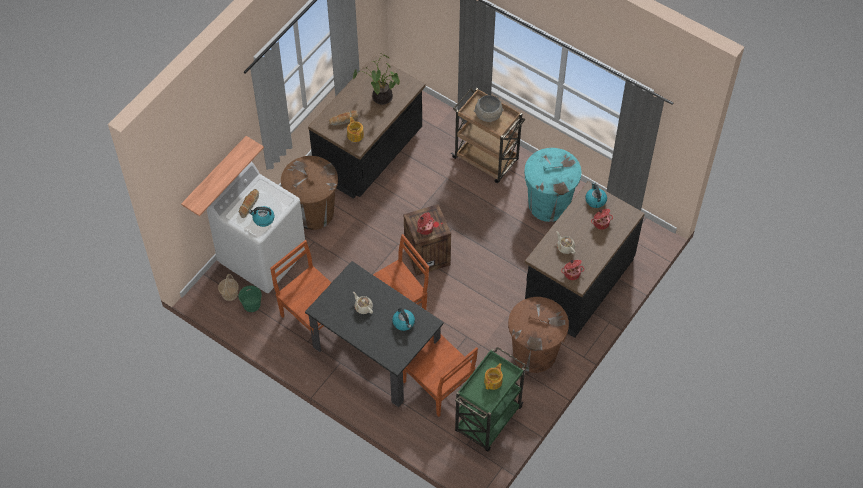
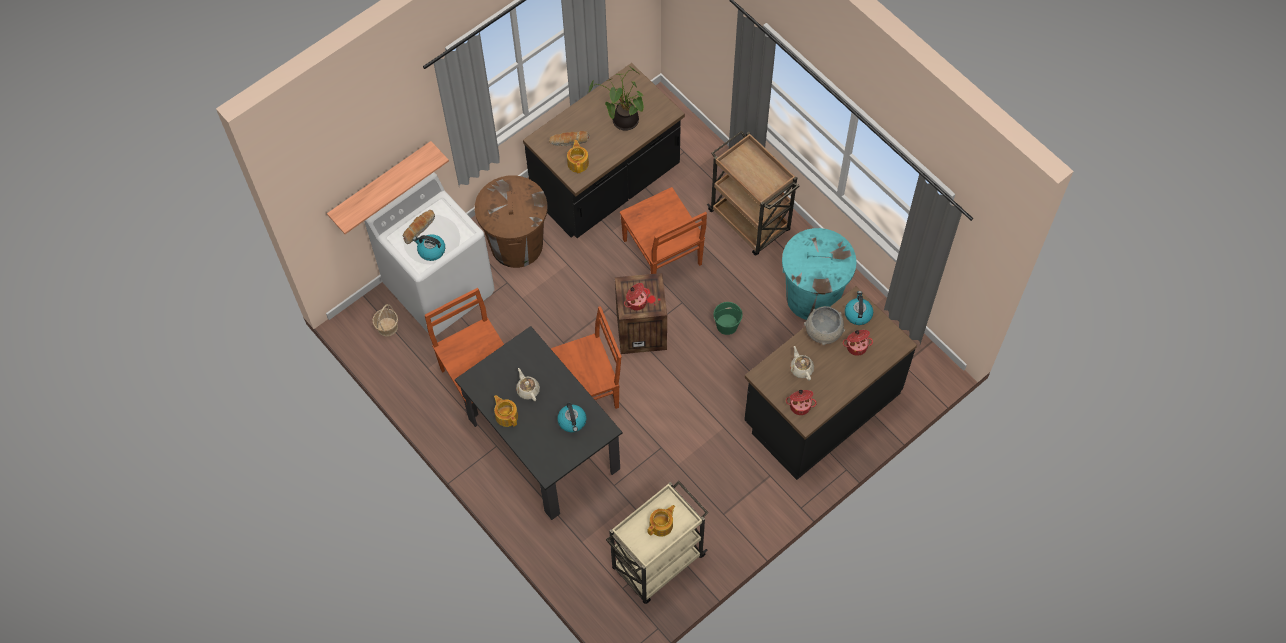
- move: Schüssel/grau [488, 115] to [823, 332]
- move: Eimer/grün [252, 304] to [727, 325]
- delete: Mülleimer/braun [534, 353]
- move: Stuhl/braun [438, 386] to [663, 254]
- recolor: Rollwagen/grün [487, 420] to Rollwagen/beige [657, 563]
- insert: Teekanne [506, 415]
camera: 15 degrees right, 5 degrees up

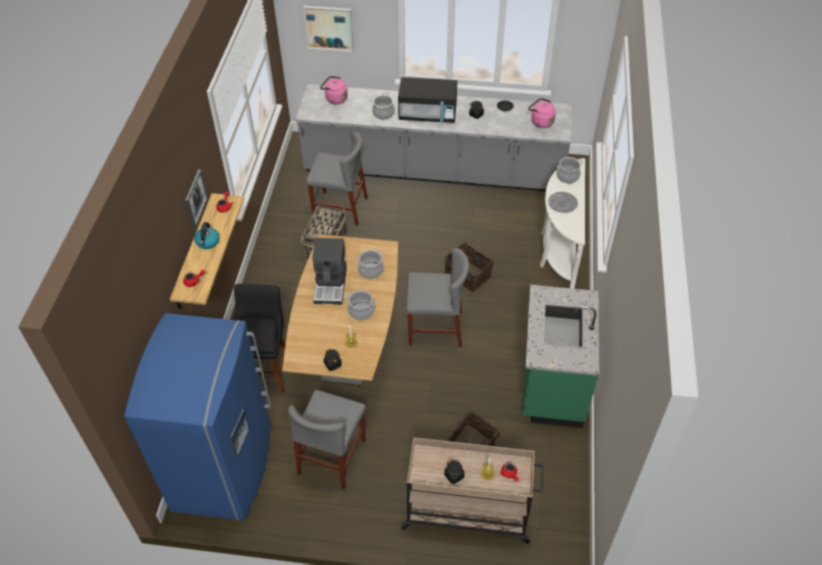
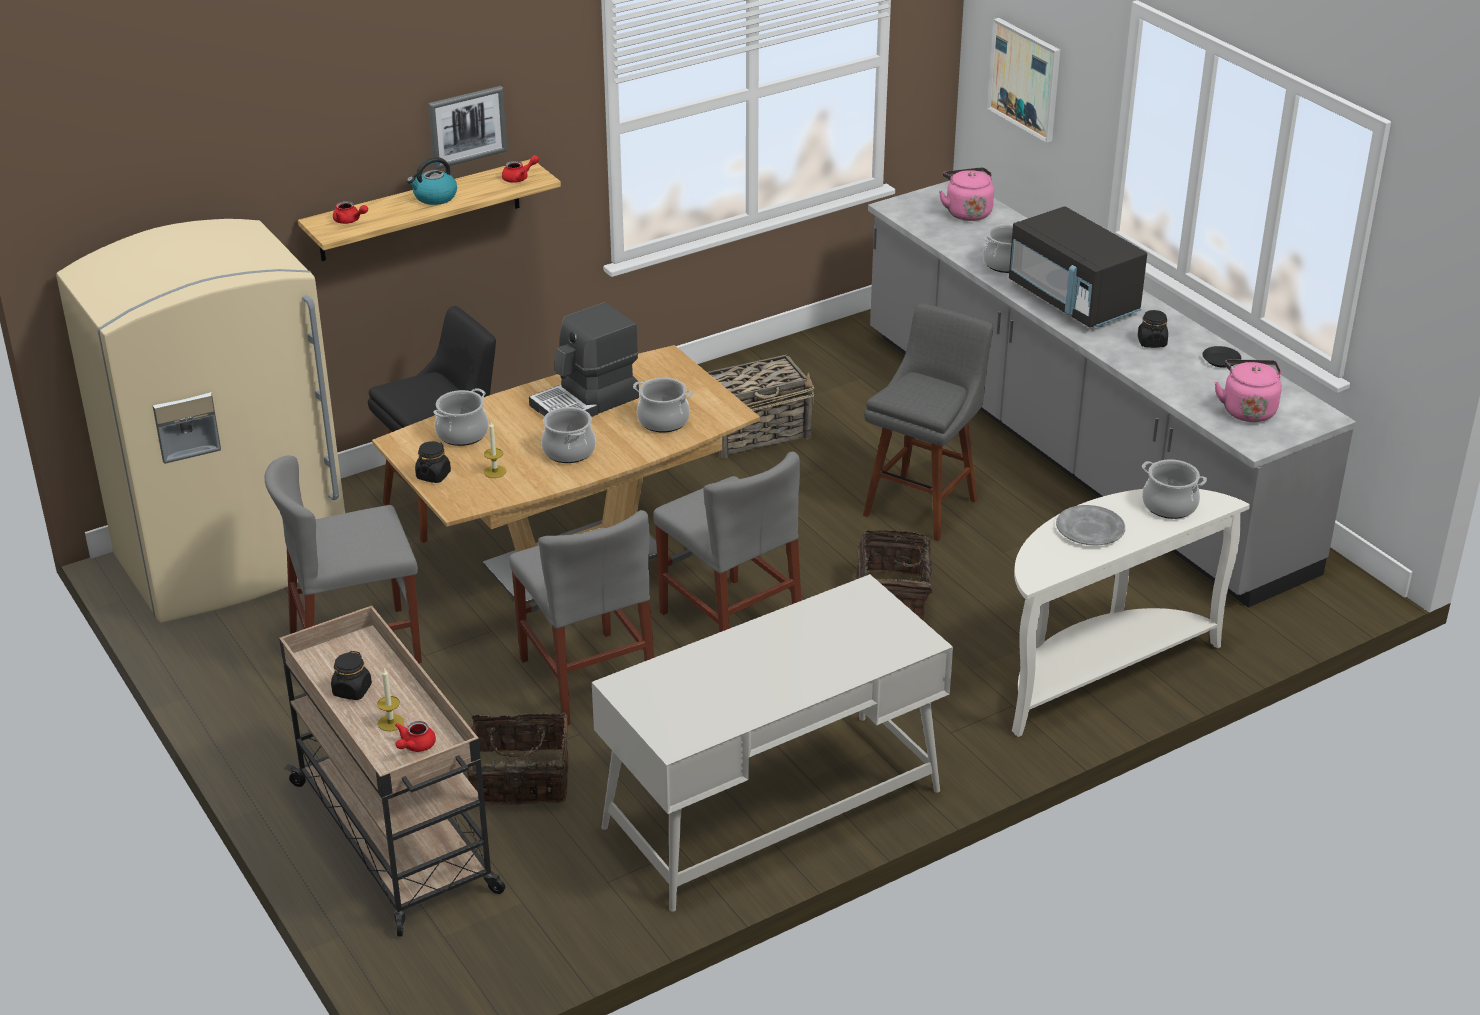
- move: Stuhl/grau [340, 208] to [587, 677]
- replace: Küchenzeile/grün [551, 384] to Schreibtisch/weiß [771, 808]
- recolor: Kühlschrank/blau [225, 467] to Kühlschrank/beige [235, 561]
- insert: Hocker/grau [923, 504]
- insert: Kochtopf [462, 434]
camera: 50 degrees right, 15 degrees down

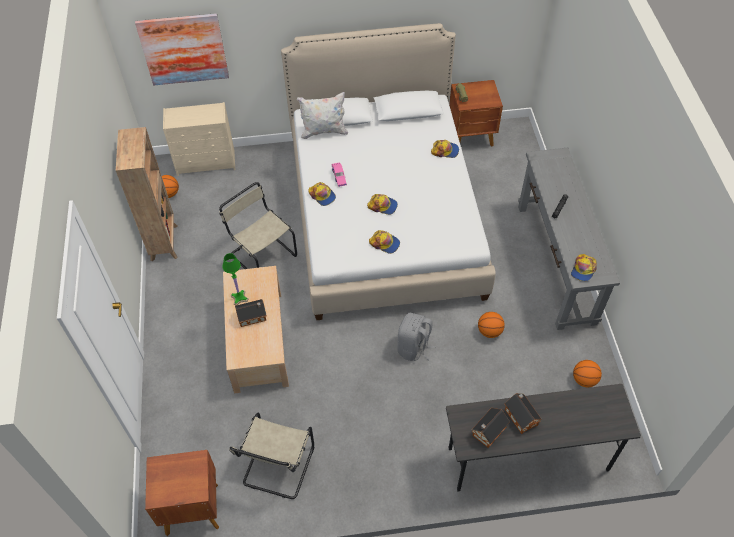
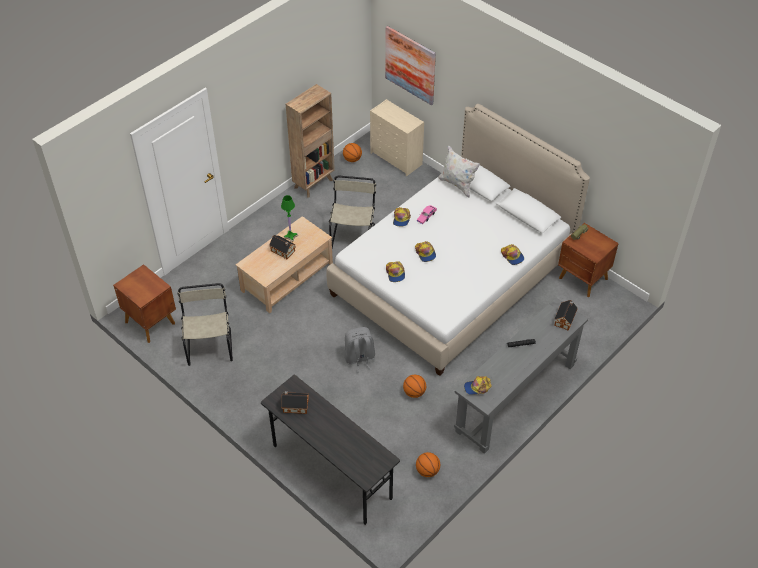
- move: Spielzeughaus [520, 416] to [565, 319]
- rotate: Stuhl/beige [277, 468] = [209, 344] 105 degrees clockwise
camera: 50 degrees right, 5 degrees down

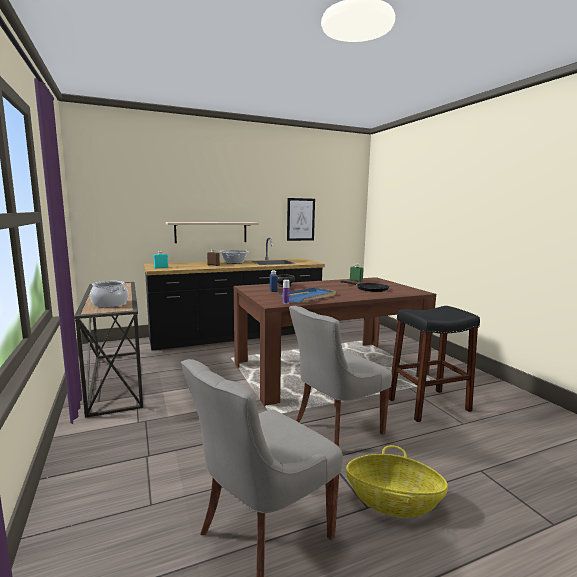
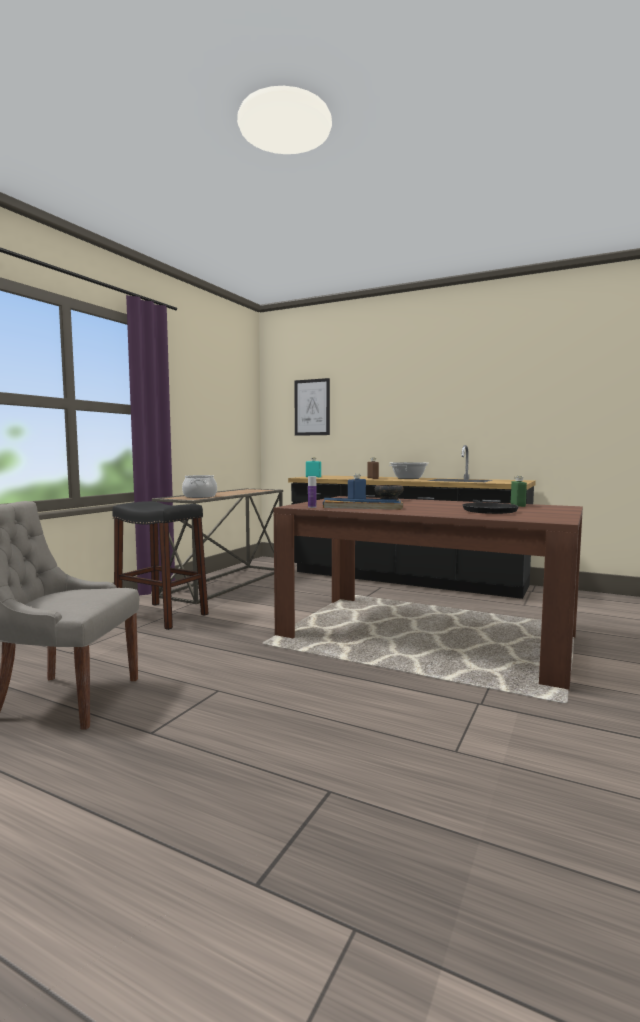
- move: Bild [300, 219] to [312, 407]
- delete: Wandregal [211, 232]
- delete: Stuhl/grau [335, 429]
- move: Hocker/schwarz [428, 405] to [161, 615]
- delete: Korb [393, 501]
camera: 50 degrees right, 5 degrees down

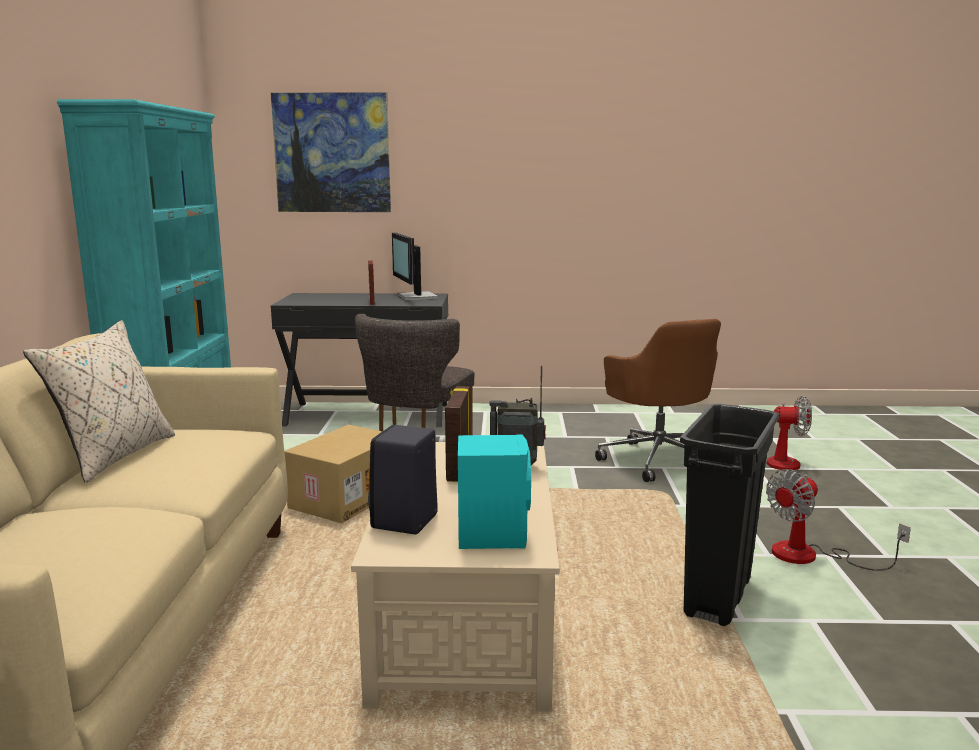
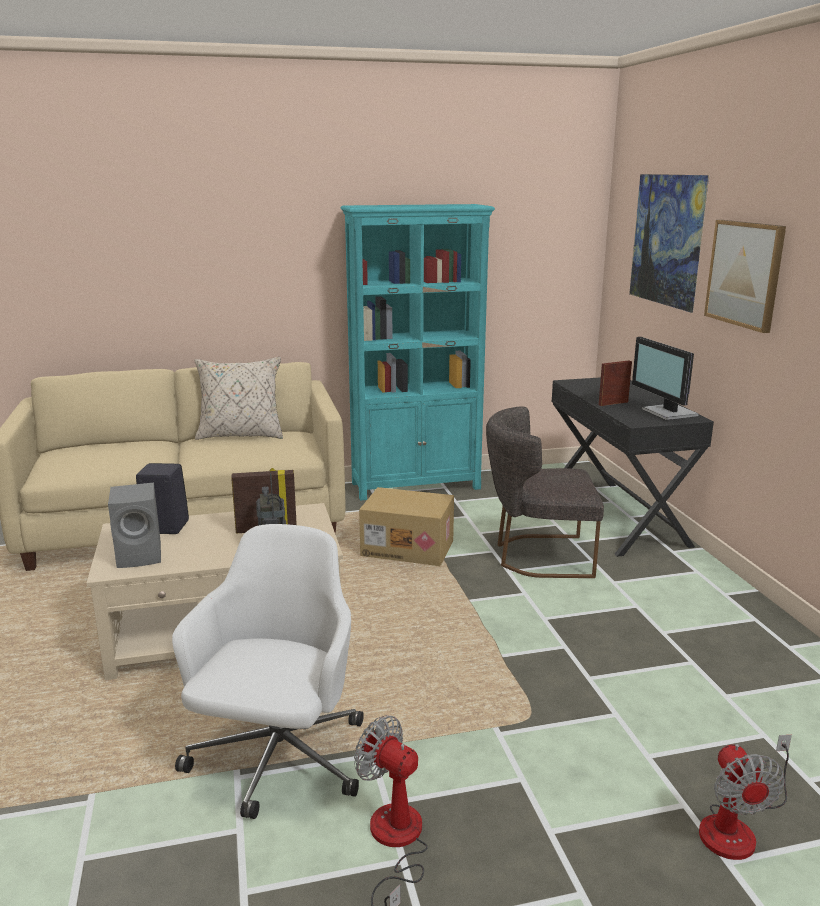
- rotate: Monitor [415, 297] = [668, 413] 75 degrees counterclockwise
- delete: Bürostuhl/braun [658, 459]
- replace: Mülleimer/schwarz [717, 597] to Bürostuhl/weiß [278, 761]
- recolor: Lautsprecher/türkis [492, 534] to Lautsprecher/grau [141, 555]
- insert: Bild [745, 274]
camera: 75 degrees right, 5 degrees up

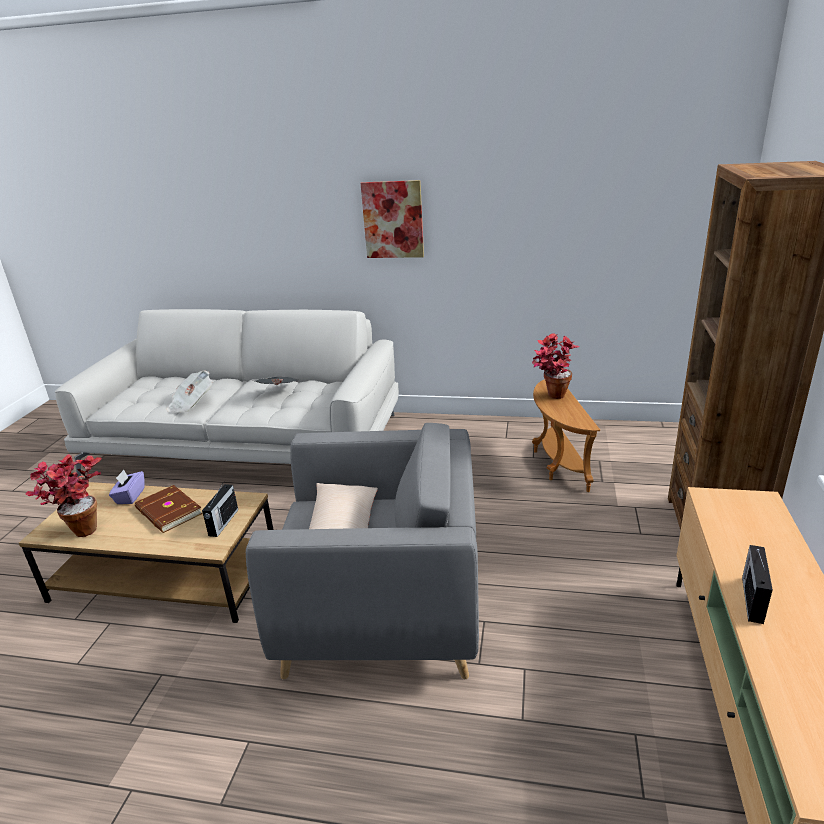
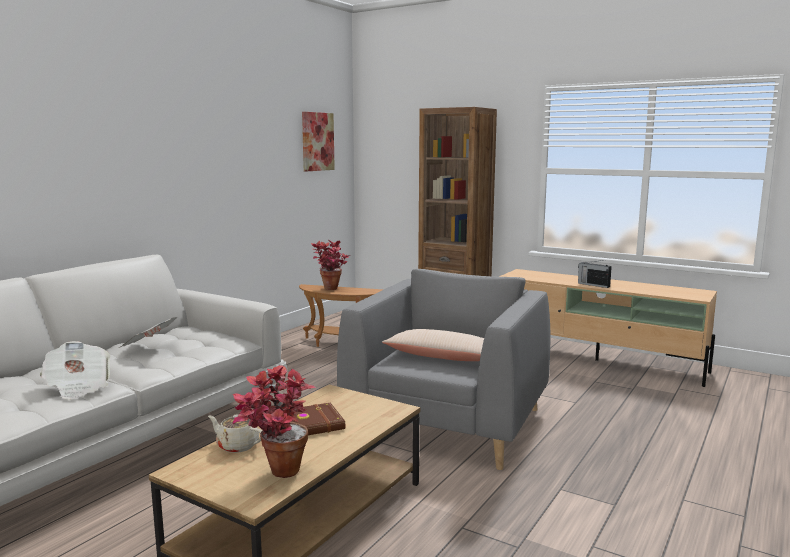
- move: Bild [393, 219] to [317, 141]
- replace: Taschentuchbox/lila [130, 496] to Teekanne/beige [237, 446]
- delete: Radio [223, 523]
camera: 70 degrees left, 15 degrees down

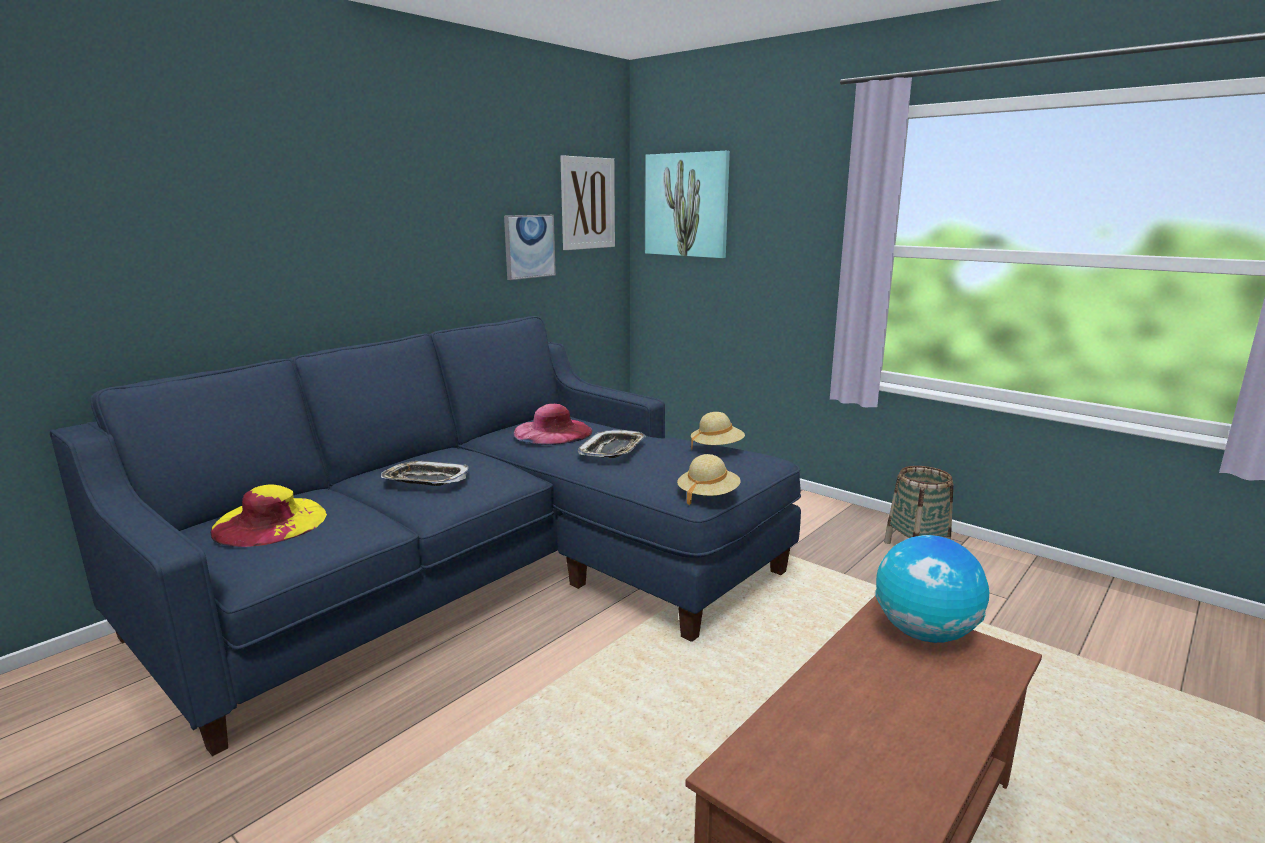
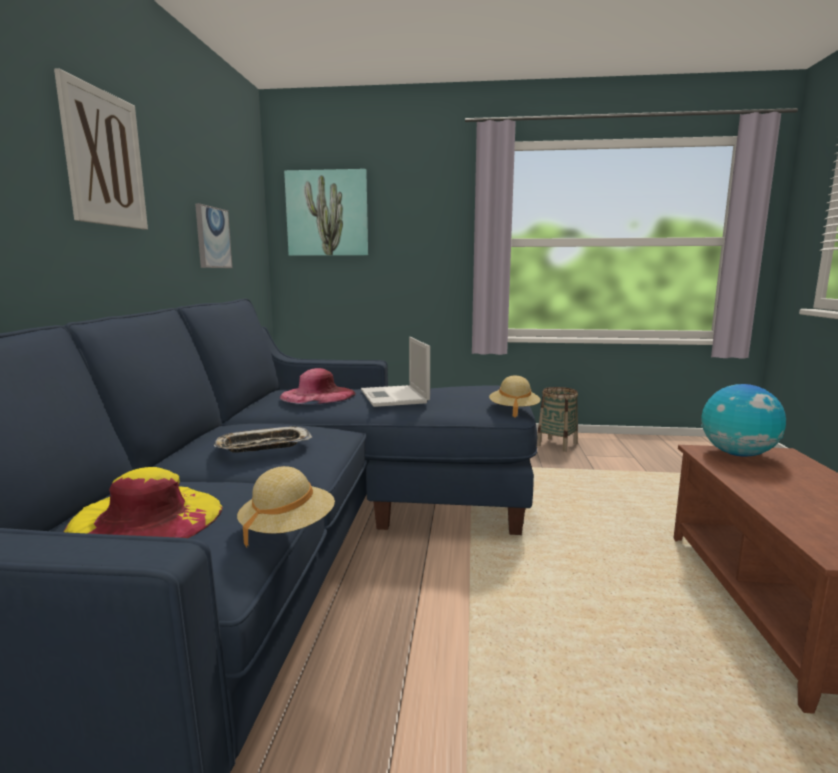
- move: Bild [587, 203] to [104, 159]
- move: Hut/beige [717, 448] to [288, 529]
- replace: Tablett [613, 450] to Laptop [394, 397]
camera: 35 degrees left, 5 degrees down

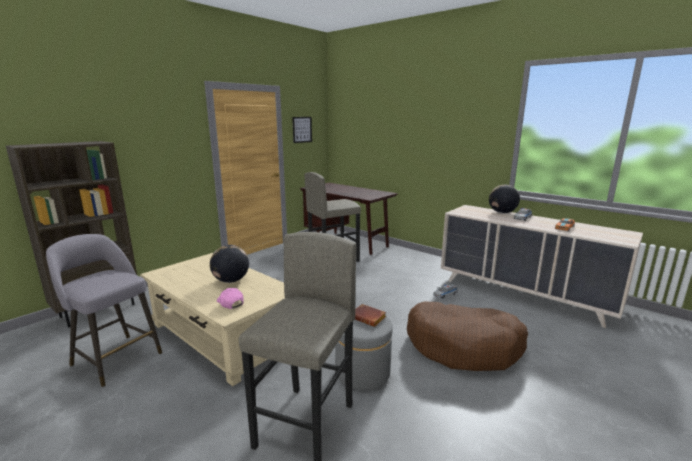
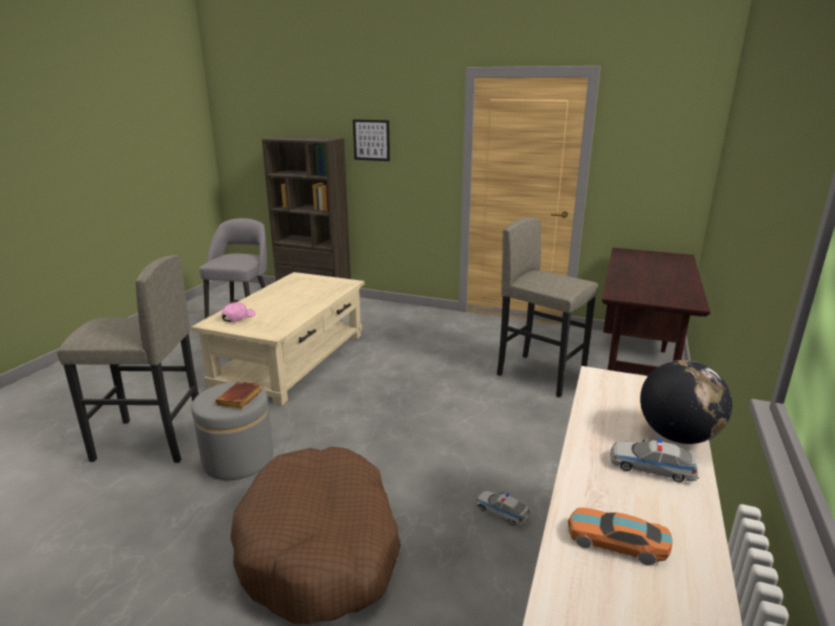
- move: Bild [302, 129] to [371, 140]
- delete: Globus [231, 280]
camera: 70 degrees right, 5 degrees up

